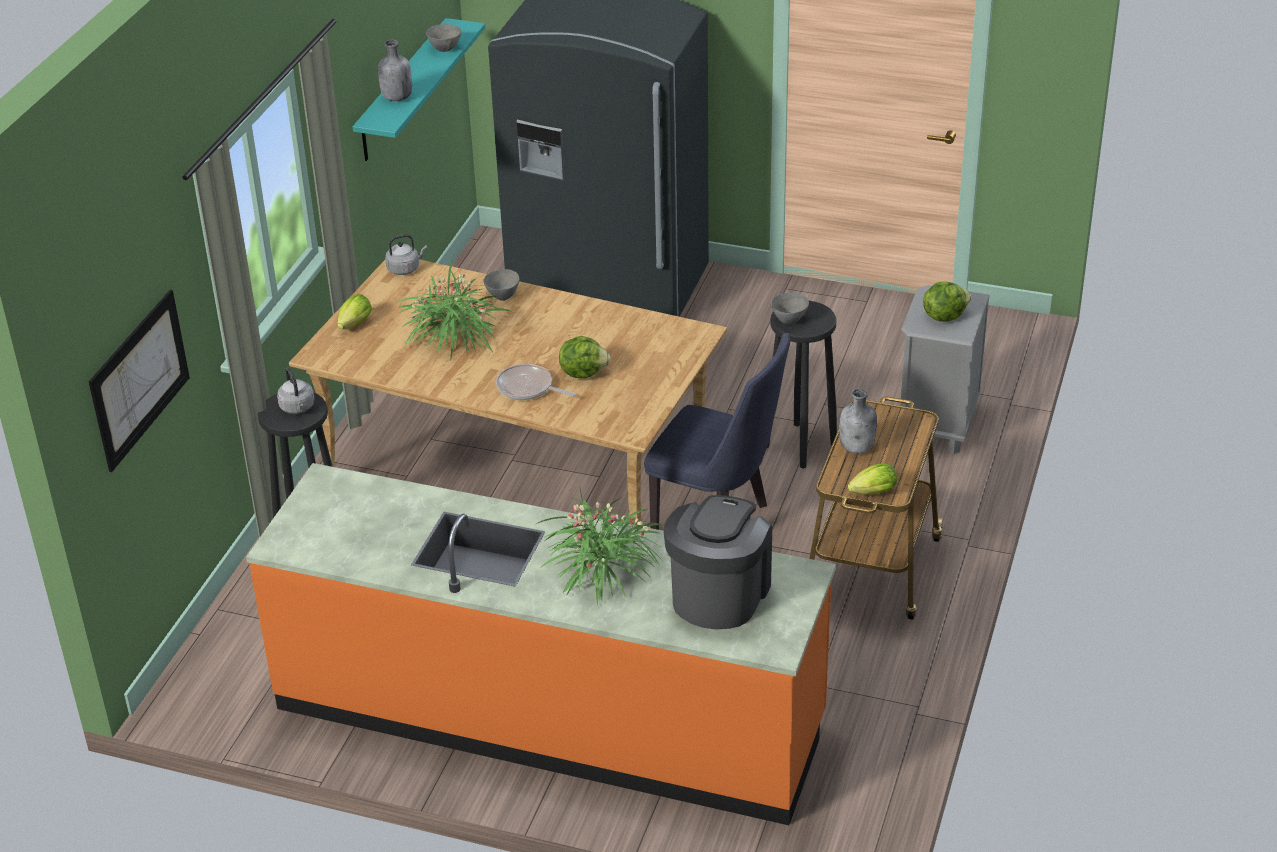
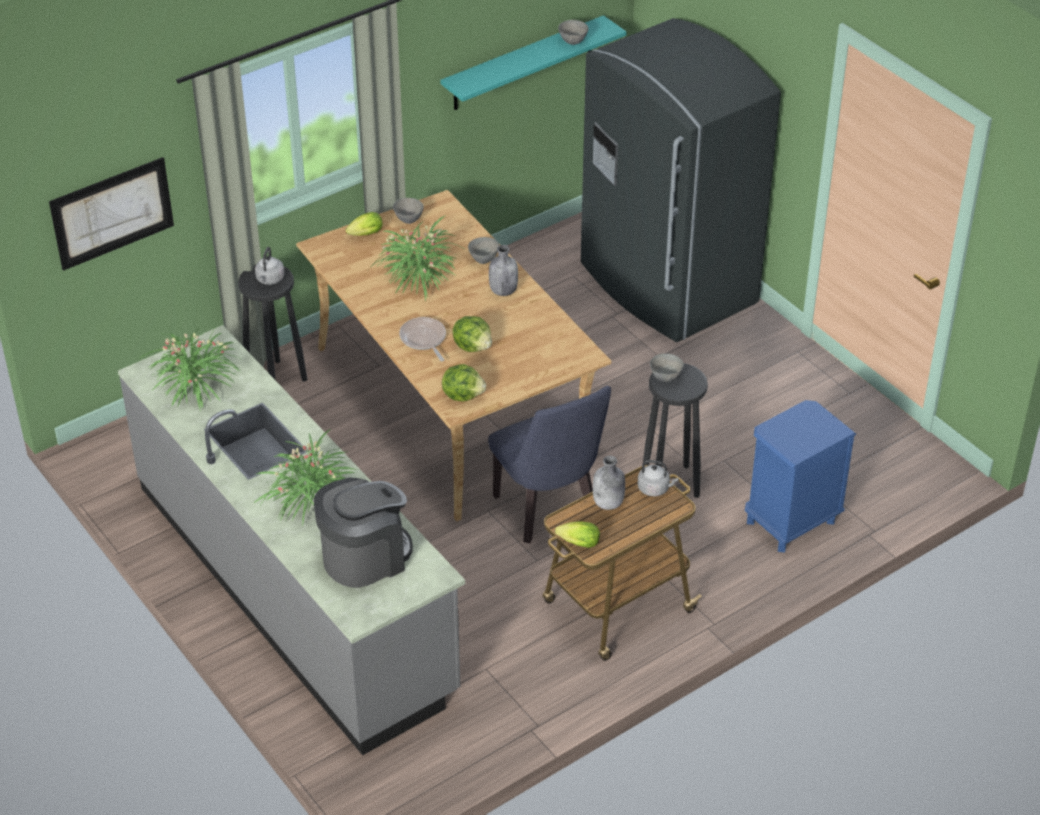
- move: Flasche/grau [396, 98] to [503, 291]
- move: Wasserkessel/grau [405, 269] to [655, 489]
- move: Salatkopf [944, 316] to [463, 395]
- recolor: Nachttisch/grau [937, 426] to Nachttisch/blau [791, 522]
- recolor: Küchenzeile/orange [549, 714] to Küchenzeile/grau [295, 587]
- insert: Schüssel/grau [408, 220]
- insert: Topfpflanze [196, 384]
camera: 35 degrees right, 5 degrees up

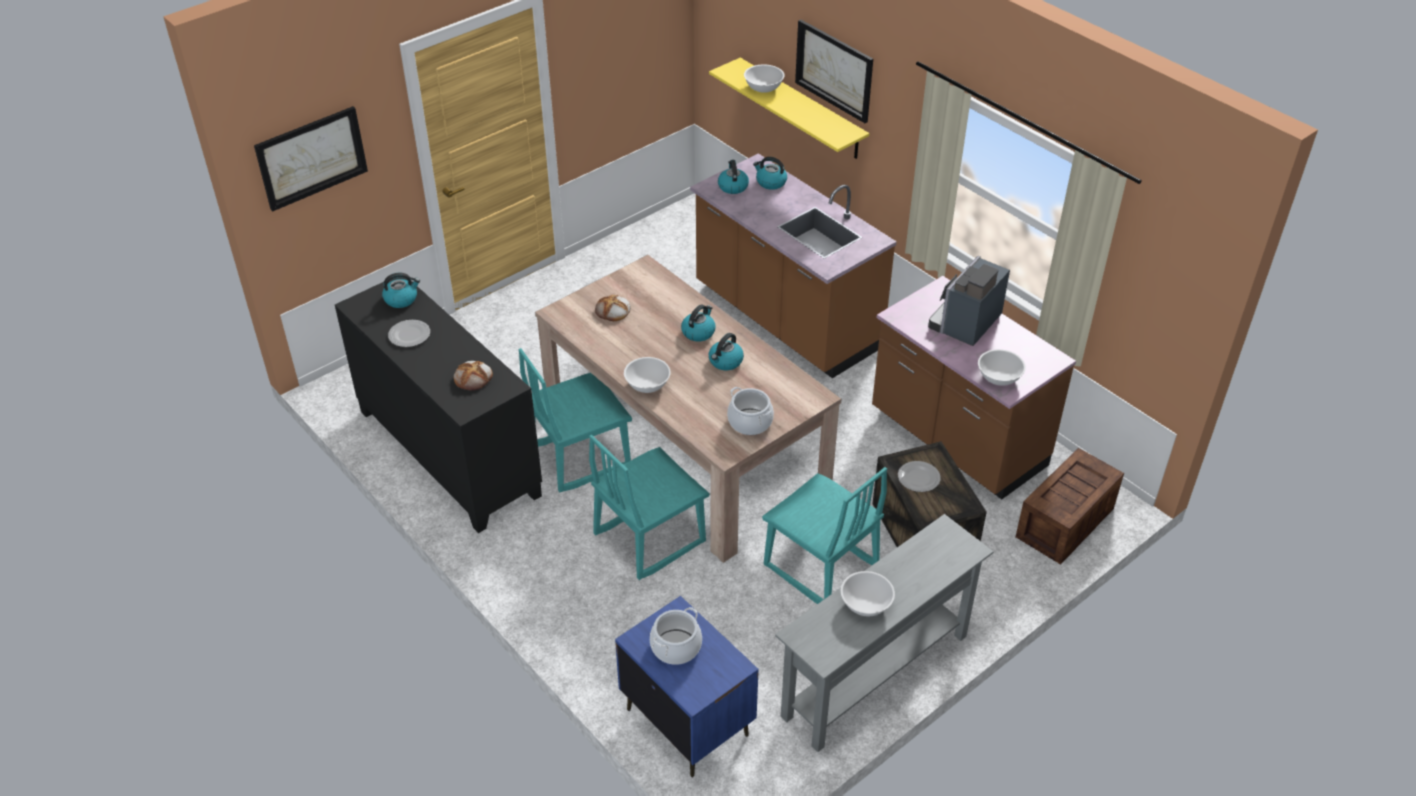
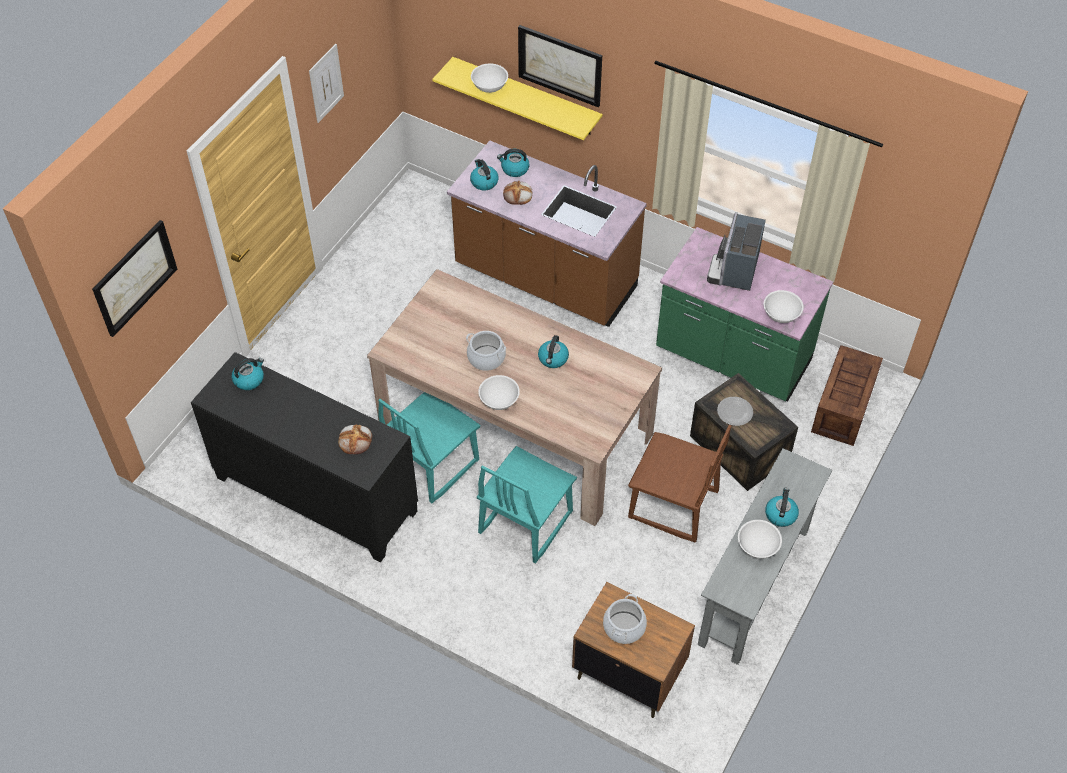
- recolor: Küchenzeile/braun [956, 441] to Küchenzeile/grün [732, 358]
- move: Brot [613, 311] to [518, 195]
- move: Wasserkessel [698, 332] to [780, 514]
- delete: Teller [409, 335]
- move: Kochtopf [750, 422] to [486, 358]
- recolor: Stuhl/türkis [820, 567] to Stuhl/braun [673, 505]
- recolor: Nachttisch/blau [687, 721] to Nachttisch/braun [628, 673]
- insert: Bild [326, 83]
camera: 20 degrees left, 10 degrees up

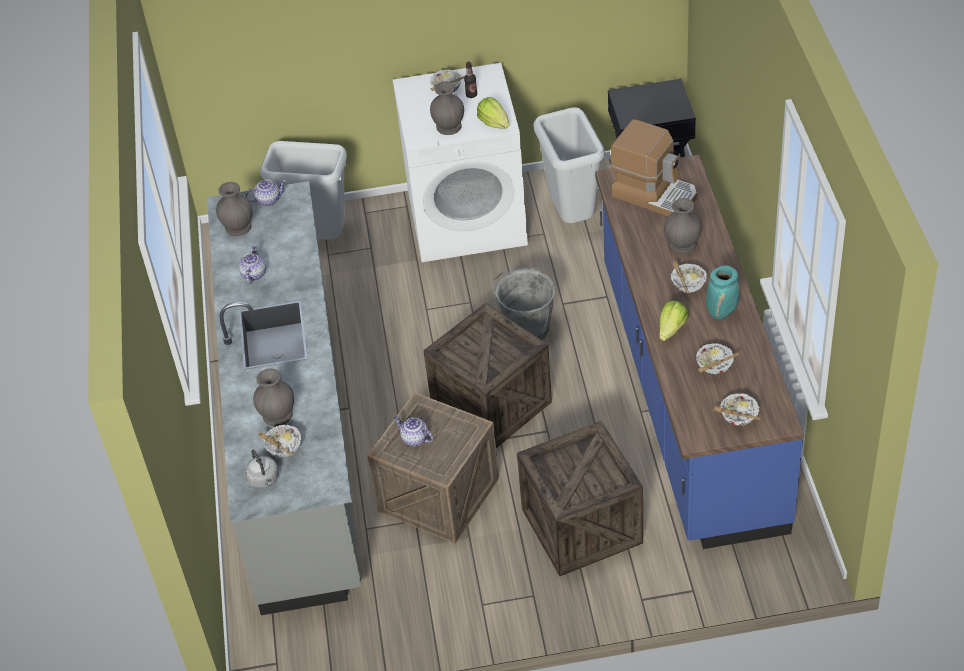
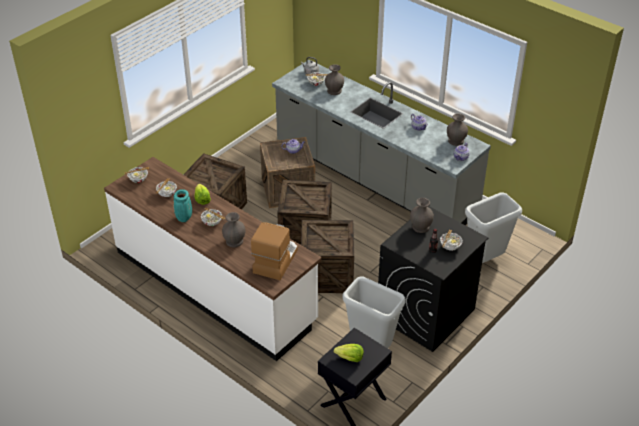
- recolor: Waschmaschine/weiß [468, 219] to Waschmaschine/schwarz [425, 314]
- move: Salatkopf [494, 123] to [350, 358]
- rotate: Kaffeemaschine [655, 194] = [275, 260] 120 degrees clockwise
- recolor: Küchenzeile/blau [688, 395] to Küchenzeile/weiß [215, 286]
- replace: Eimer/grau [526, 329] to Kiste [327, 274]
camera: 135 degrees right, 5 degrees down

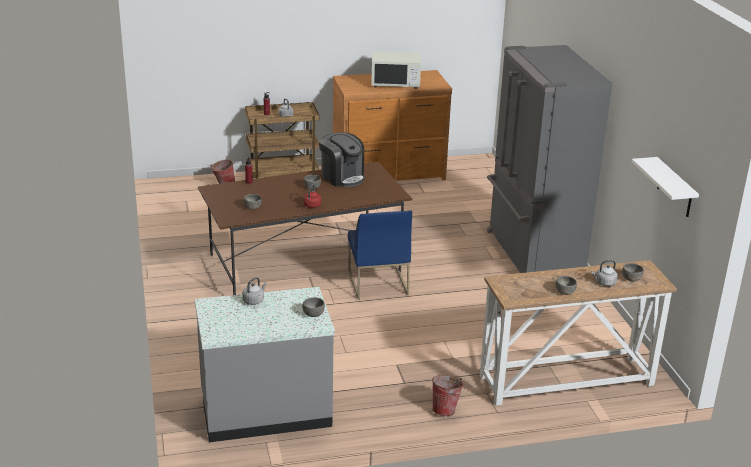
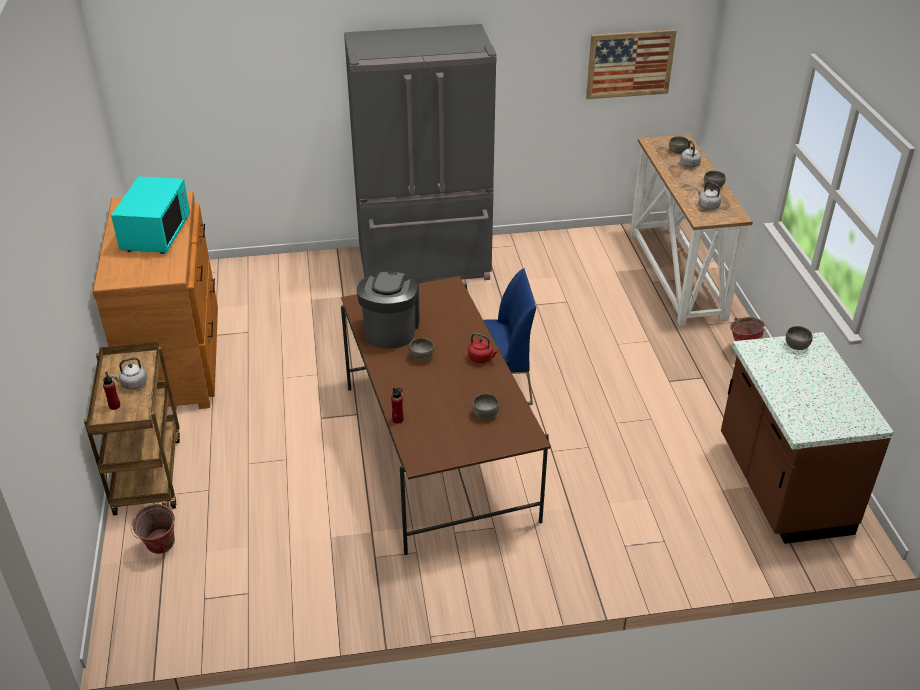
- recolor: Mikrowelle/weiß [395, 83] to Mikrowelle/türkis [156, 234]
- rotate: Kaffeemaschine [342, 177] = [390, 329] 45 degrees counterclockwise
- replace: Wandregal/weiß [675, 188] to Bild [630, 64]
- move: Wasserkessel/grau [254, 300] to [707, 206]
- recolor: Küchenzeile/grau [265, 410] to Küchenzeile/braun [781, 486]
camera: 85 degrees left, 10 degrees up

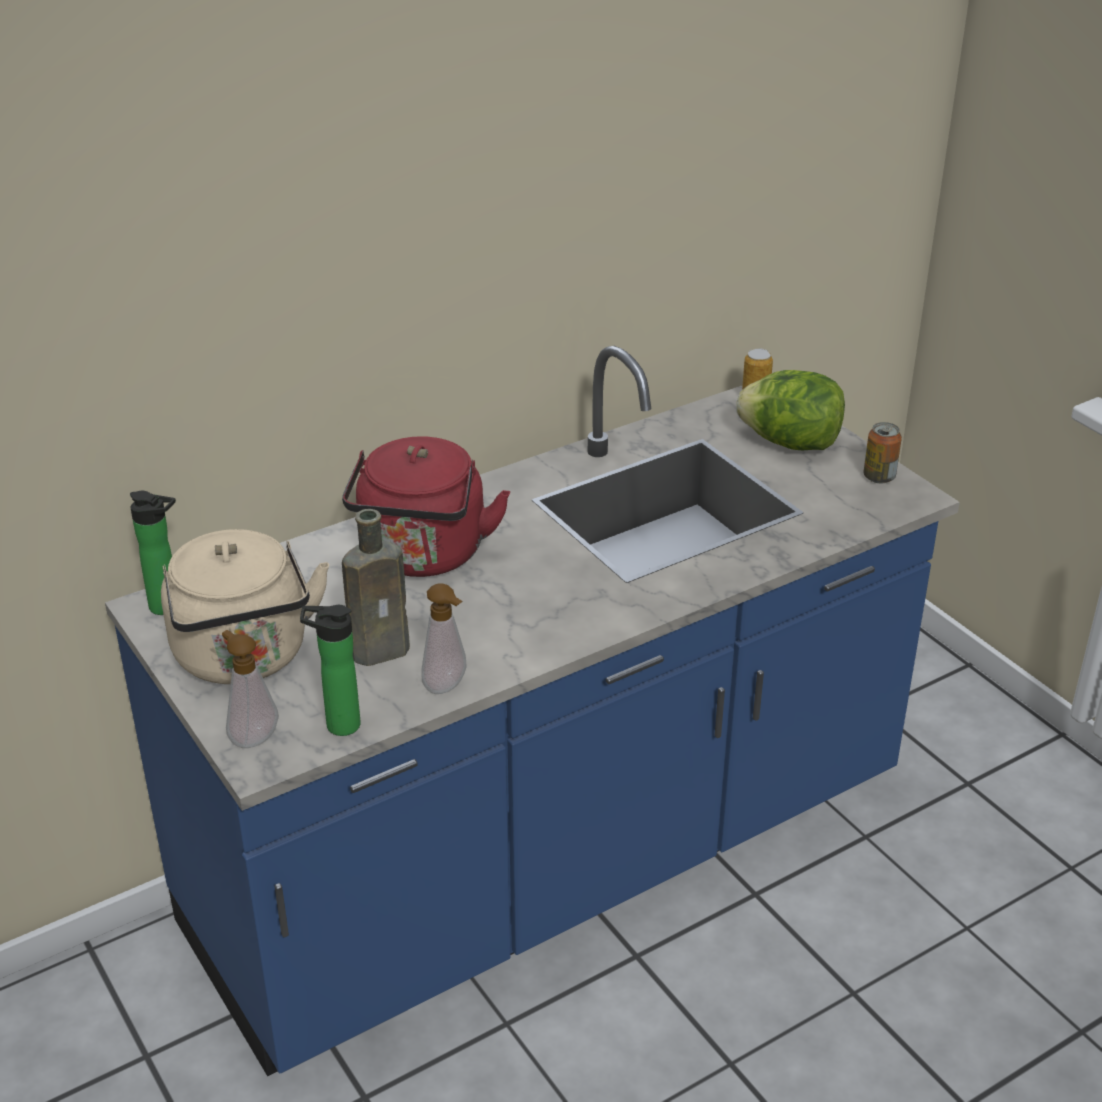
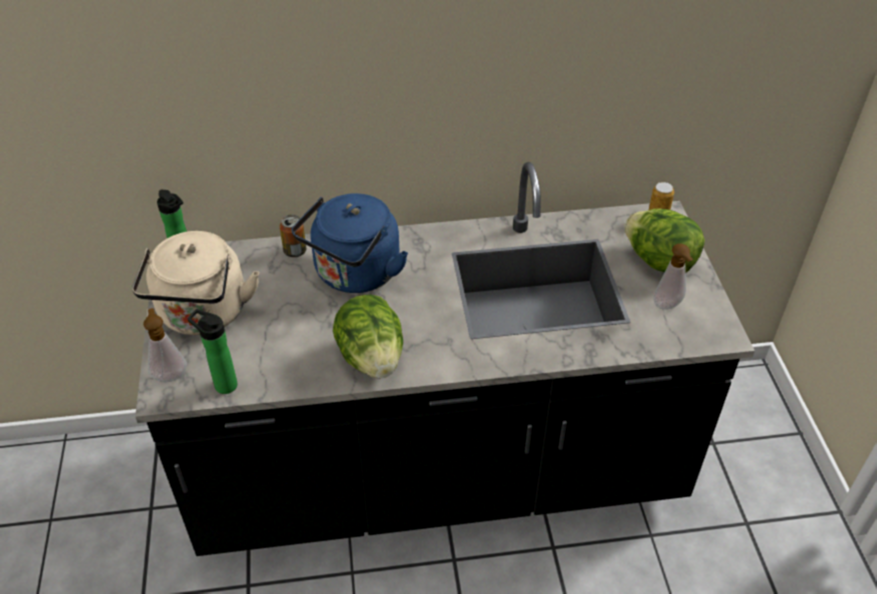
- recolor: Küchenzeile/blau [551, 861] to Küchenzeile/schwarz [438, 473]
- move: Dose [879, 477] to [295, 251]
- recolor: Wasserkessel/rot [422, 556] to Wasserkessel/blau [354, 275]
- delete: Flasche/braun [384, 650]
- move: Seifenspender [448, 687] to [668, 306]
- insert: Salatkopf [371, 358]
camera: 25 degrees right, 10 degrees up

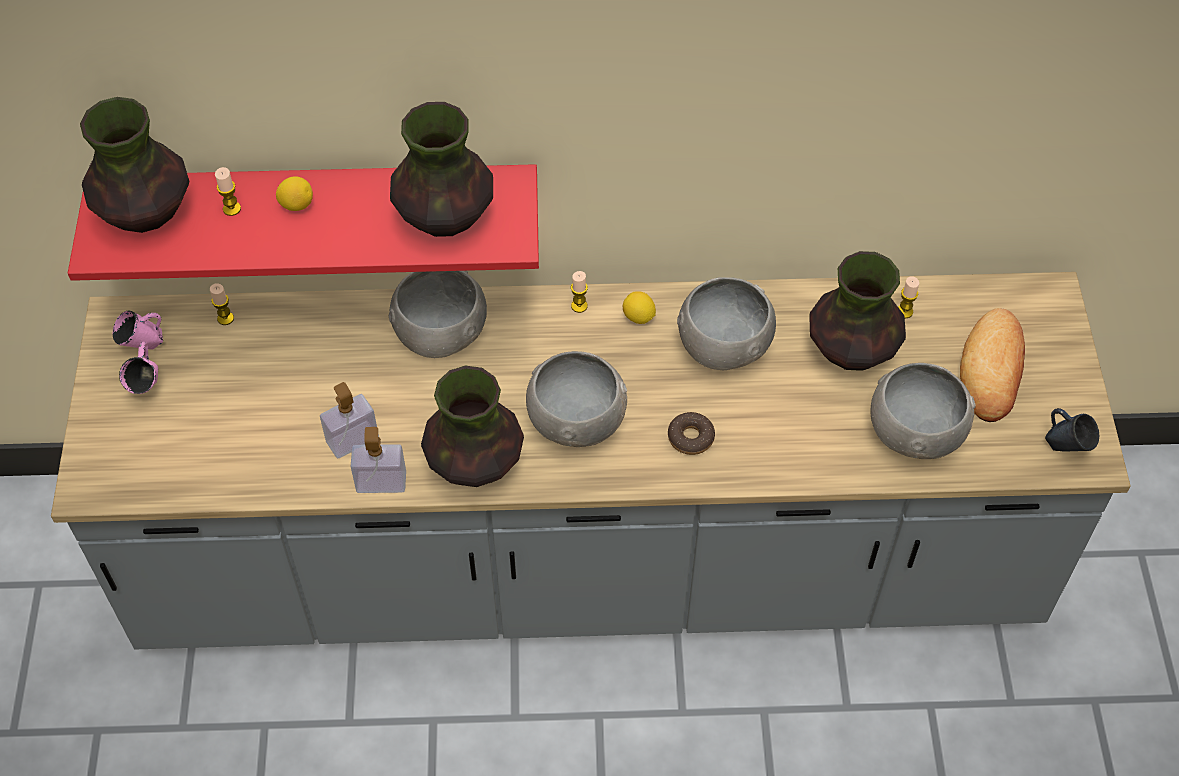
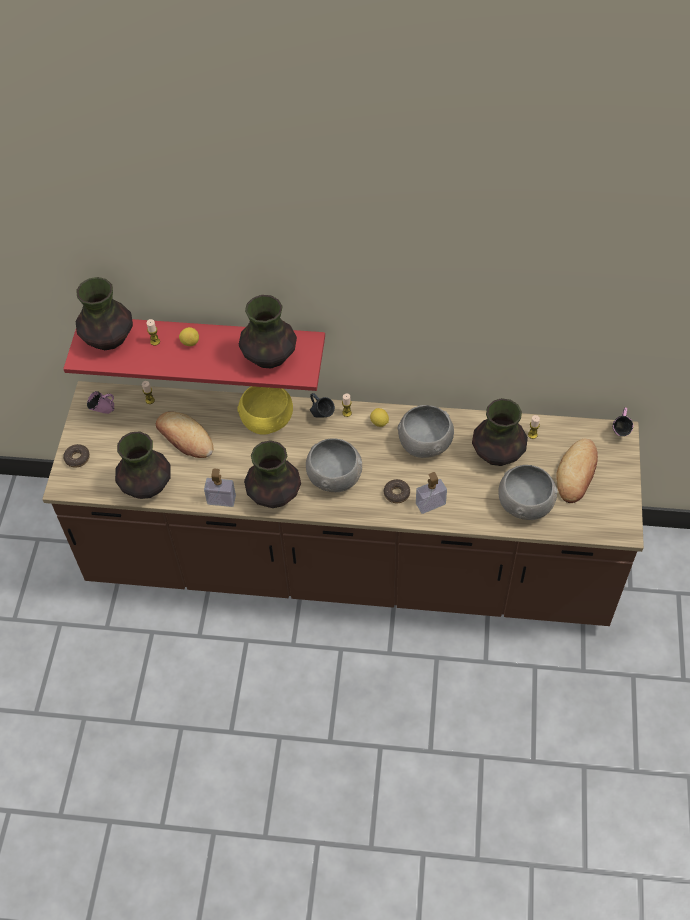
- recolor: Schüssel/grau [439, 332] to Schüssel/gelb [266, 420]
- recolor: Küchenzeile/grau [589, 565] to Küchenzeile/braun [349, 563]
- move: Henkelbecher/rosa [148, 387] to [619, 433]
- move: Seifenspender [352, 440] to [430, 504]
- move: Henkelbecher/blau [1065, 447] to [321, 416]
- insert: Brot [185, 438]
- insert: Vase [146, 486]
- insert: Donut [77, 458]
camera: 10 degrees right, 0 degrees up

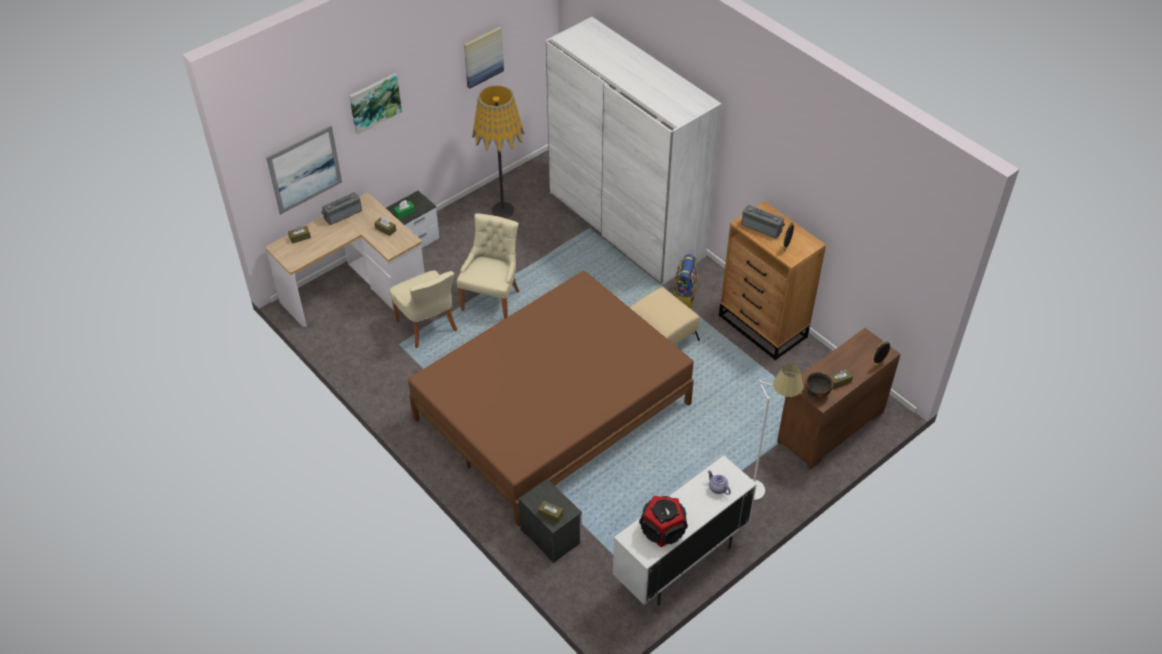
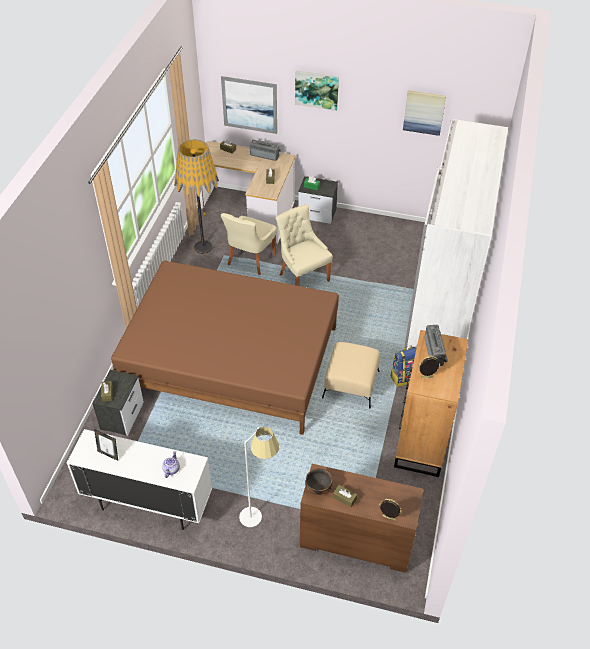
- move: Stehlampe [502, 210] to [203, 247]
- rotate: Stuhl/beige [492, 299] = [302, 277] 105 degrees counterclockwise
- replace: Lautsprecher [663, 529] to Bilderrahmen [109, 454]
camera: 55 degrees right, 0 degrees up

